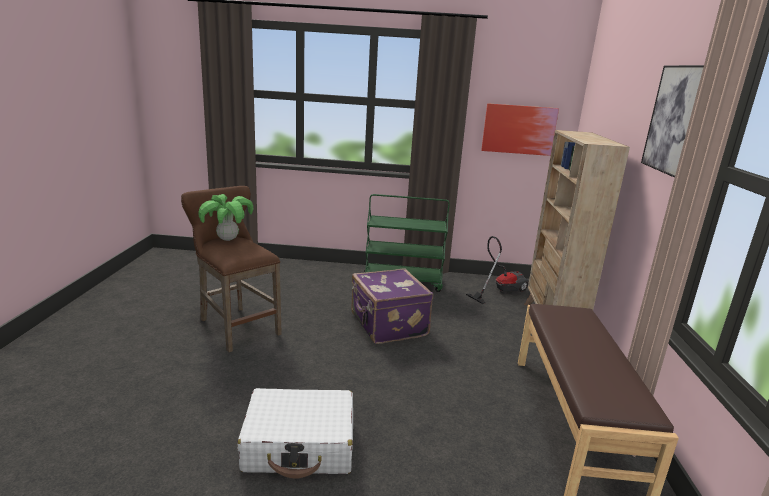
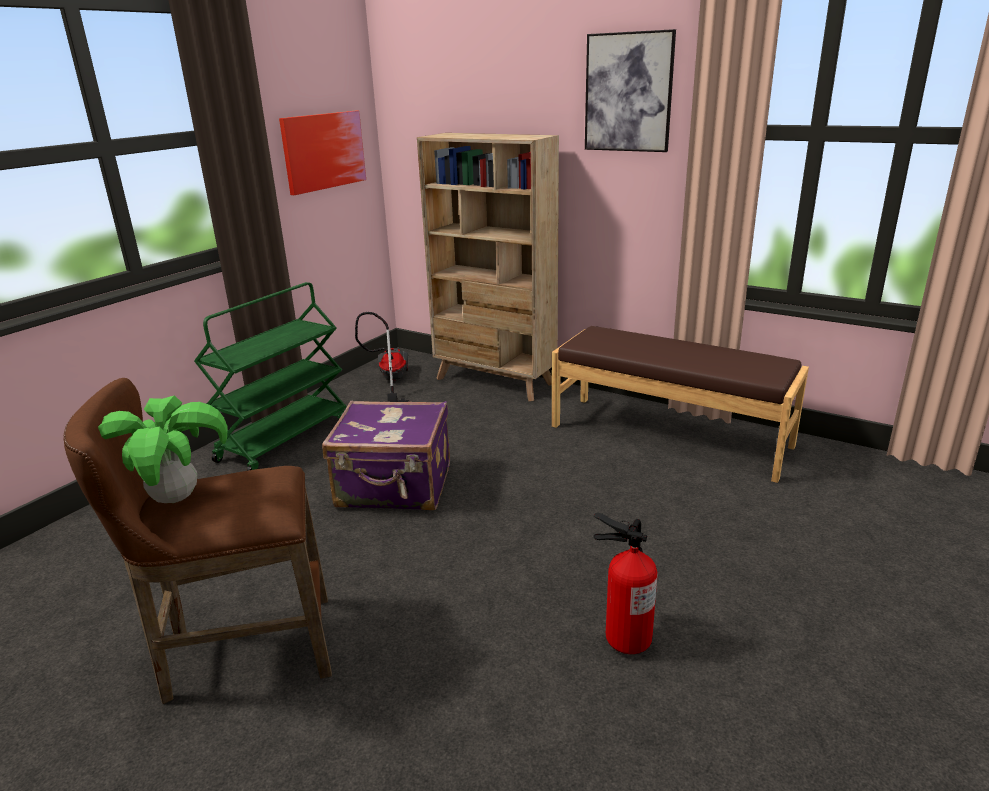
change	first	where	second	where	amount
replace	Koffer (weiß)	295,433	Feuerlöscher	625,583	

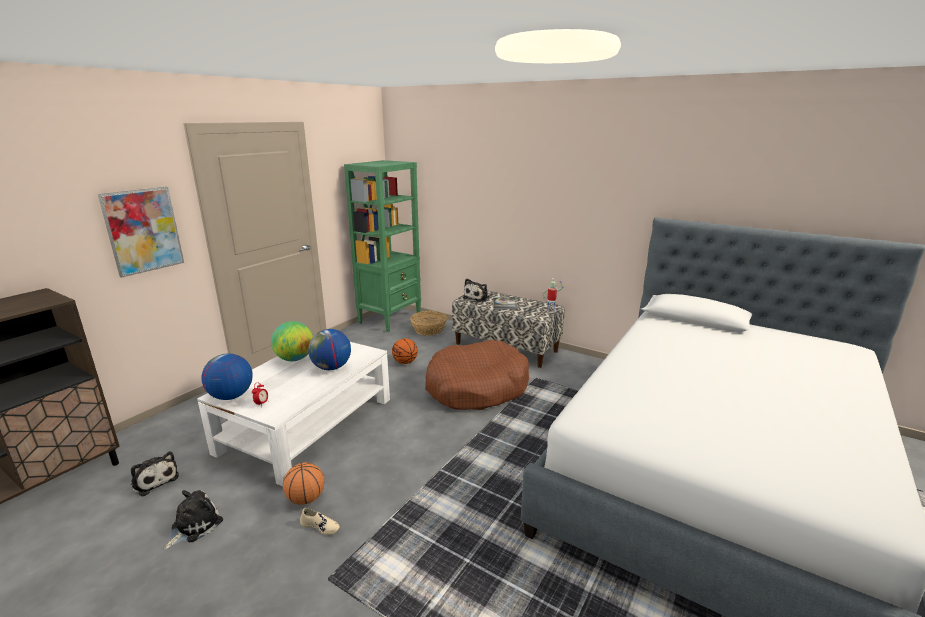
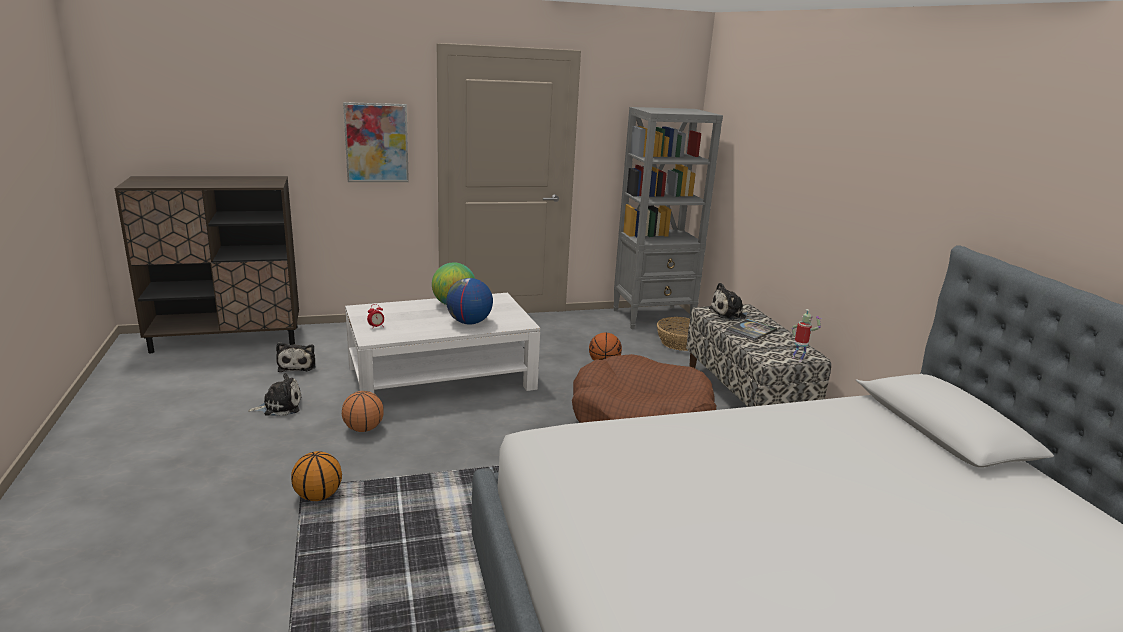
change	first	where	second	where	amount
recolor	Bücherregal (grün)	382,246	Bücherregal (grau)	668,218	
delete	Globus	227,376			
delete	Schuh (beige)	320,521			
insert			Basketball	316,476	

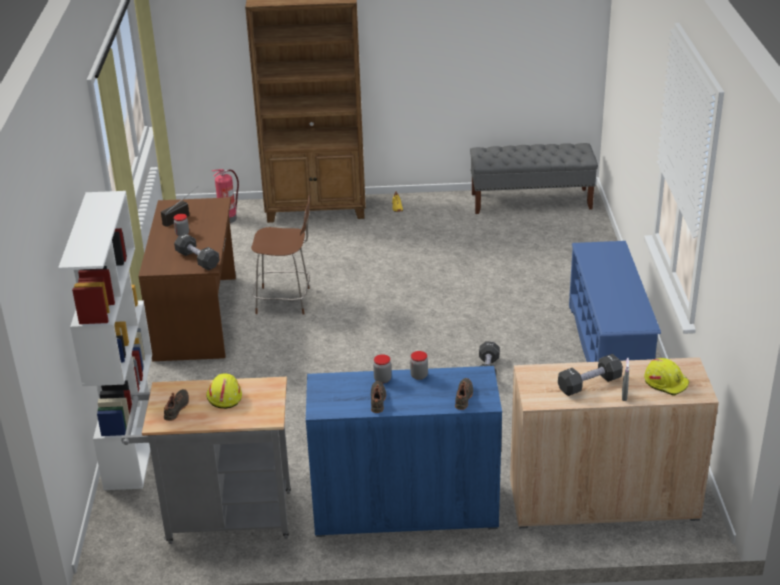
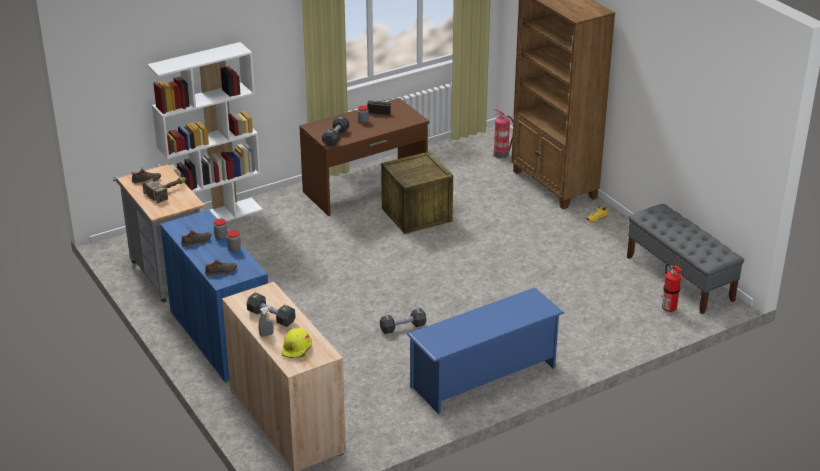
change	first	where	second	where	amount
replace	Stuhl (braun)	280,255	Kiste	417,193	
replace	Schutzhelm (gelb)	224,391	Hammer	164,190	
insert			Feuerlöscher	671,287	

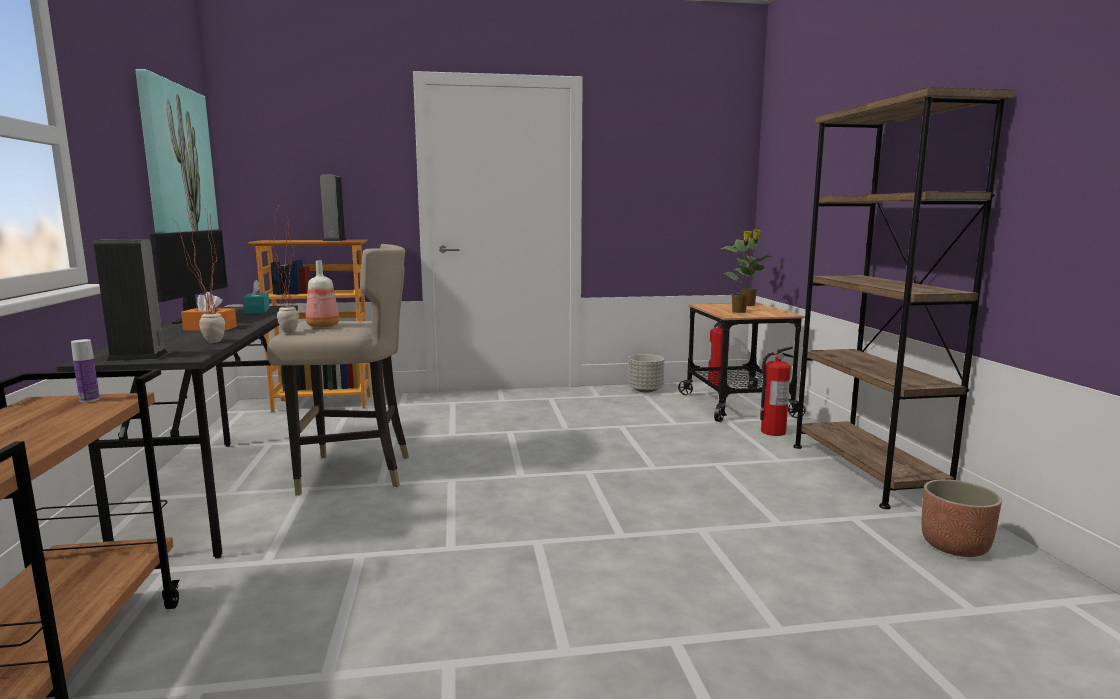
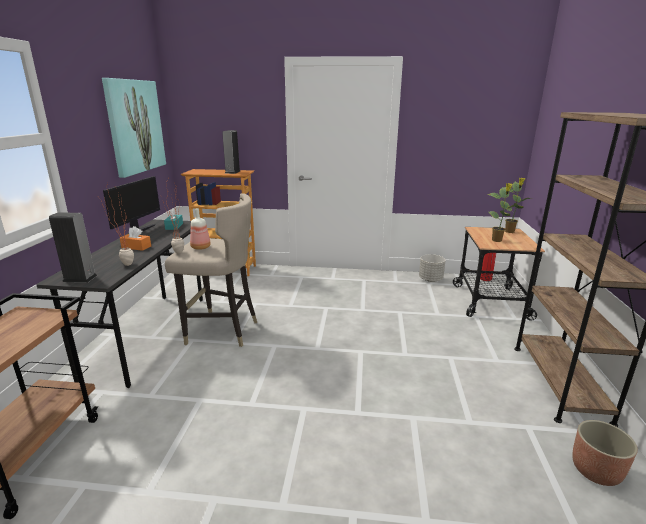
change	first	where	second	where	amount
delete	Flasche	85,371			
delete	Feuerlöscher	776,391			

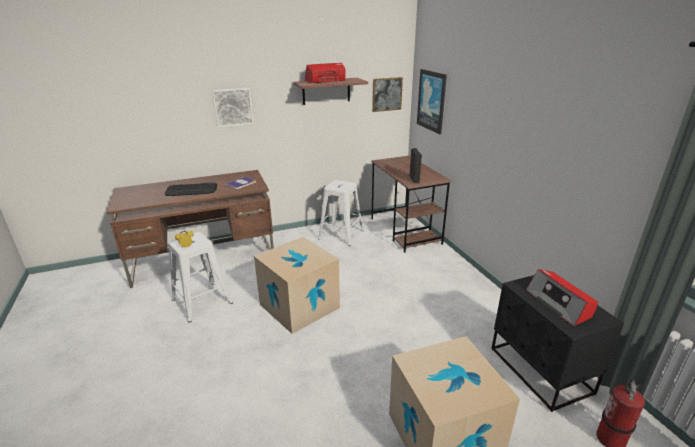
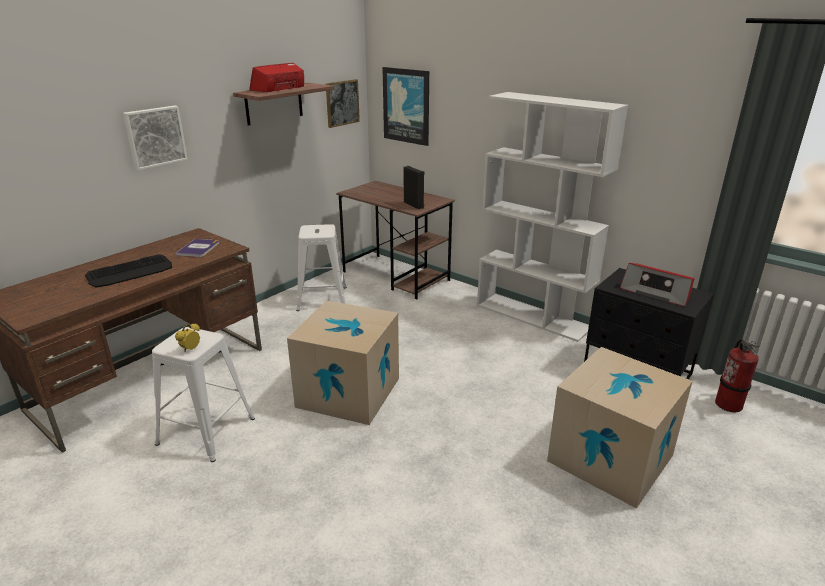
change	first	where	second	where	amount
insert			Bücherregal (weiß)	552,217	

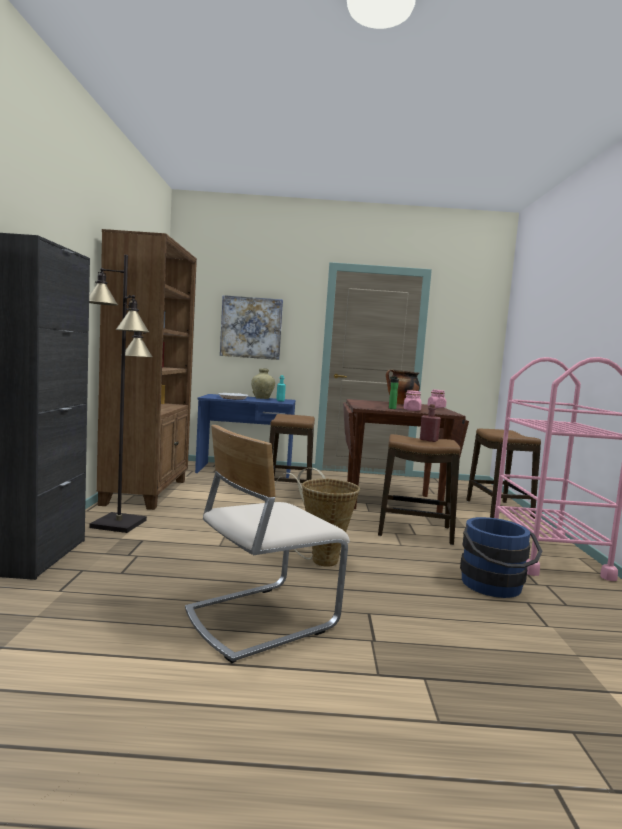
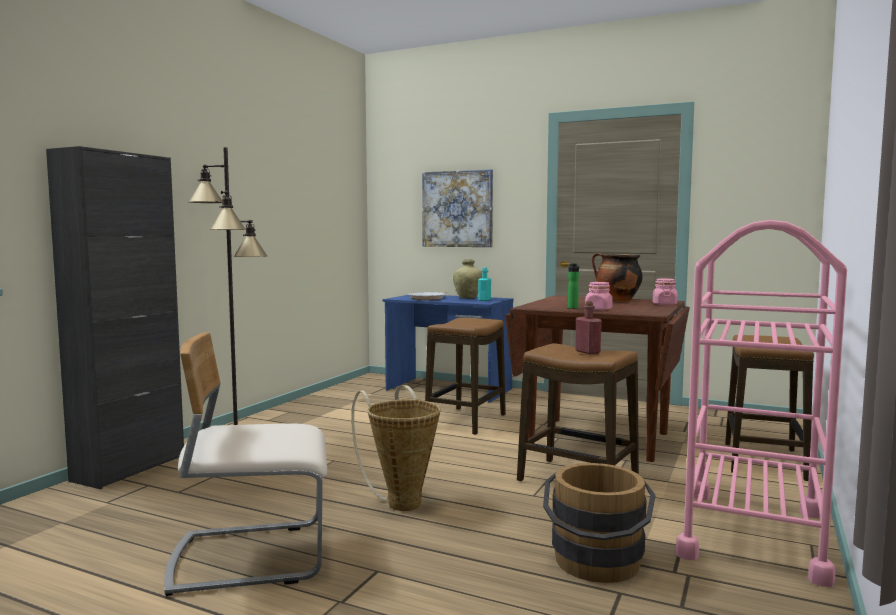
change	first	where	second	where	amount
delete	Bücherregal (braun)	147,369			
recolor	Eimer (blau)	501,557	Eimer (braun)	599,523	

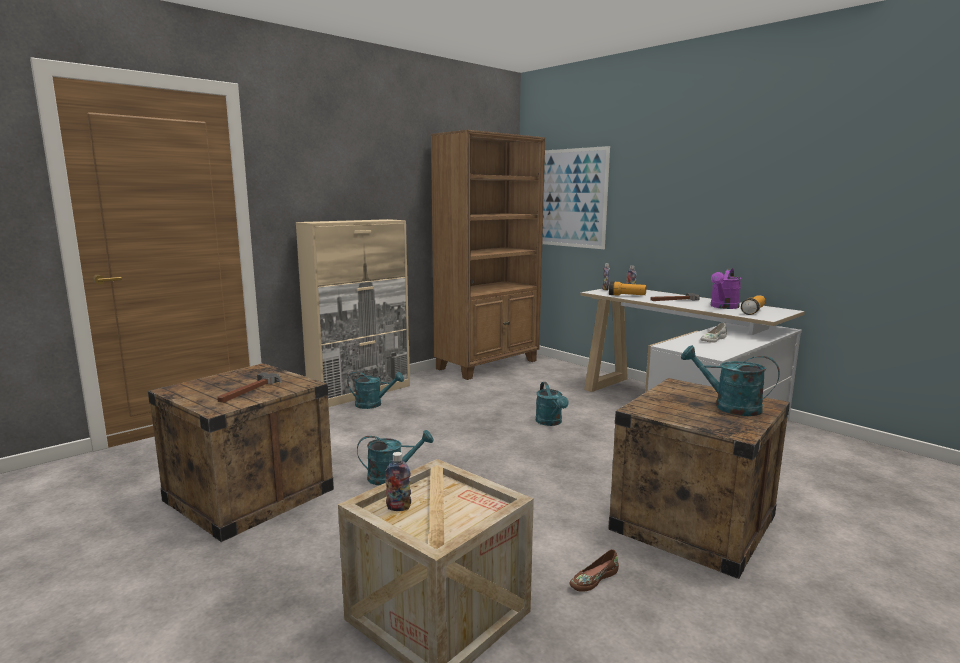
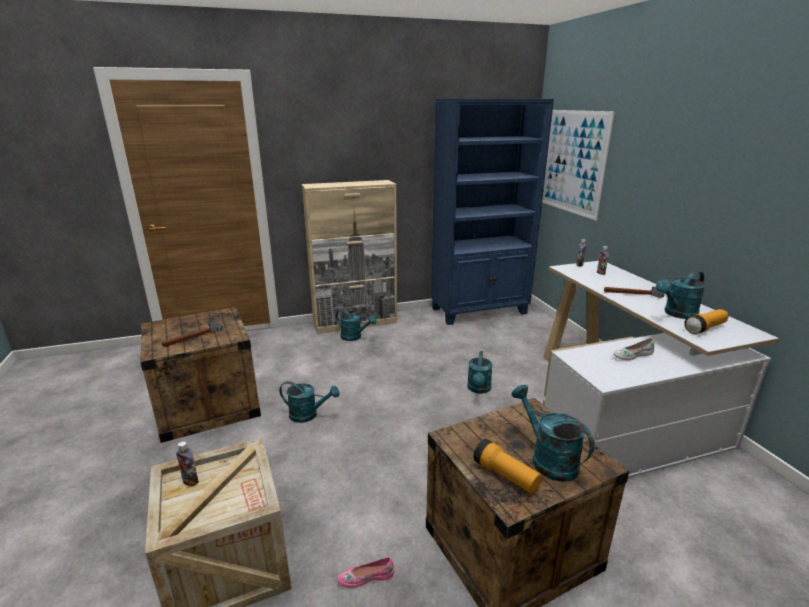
change	first	where	second	where	amount
recolor	Bücherregal (braun)	488,255	Bücherregal (blau)	492,212	
recolor	Gießkanne (lila)	726,288	Gießkanne (türkis)	681,295	
move	Taschenlampe	628,288		507,466	
recolor	Schuh (braun)	594,570	Schuh (rosa)	366,572	

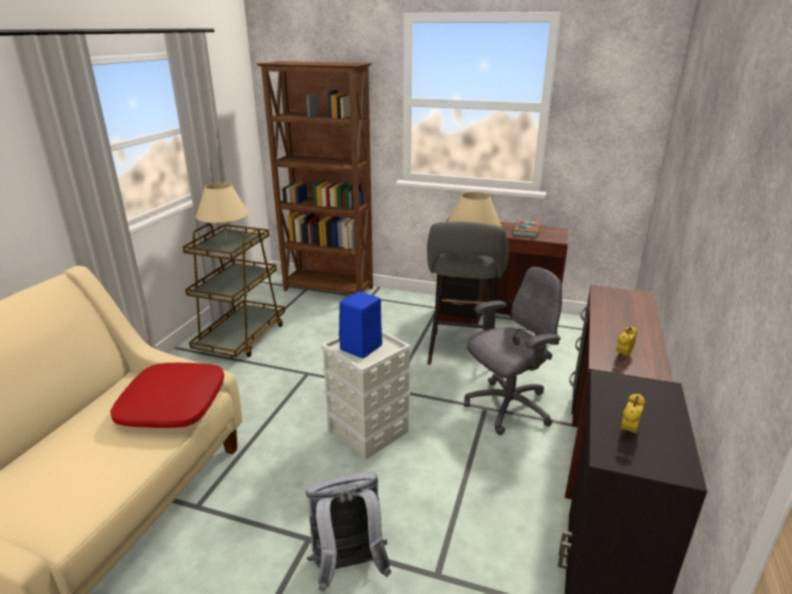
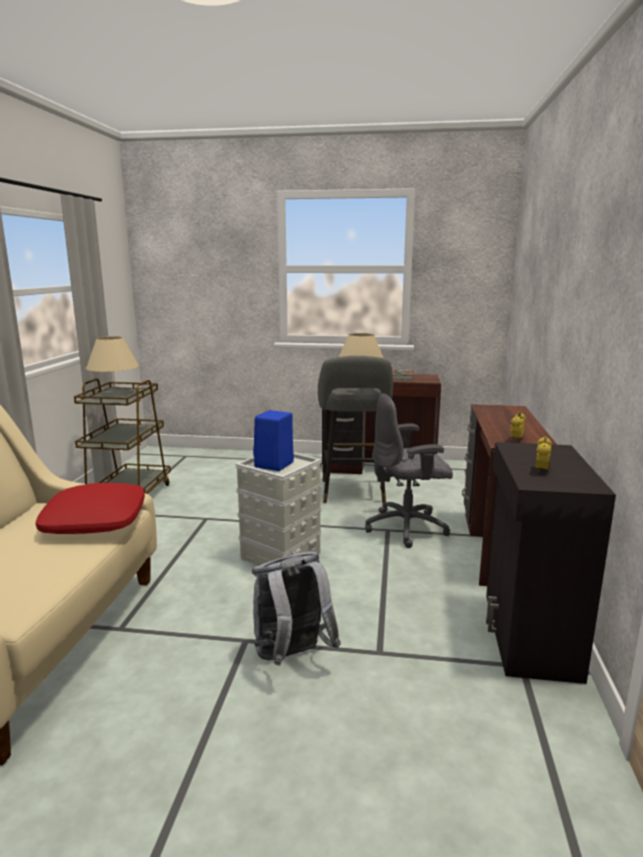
change	first	where	second	where	amount
delete	Bücherregal (braun)	314,177			
rotate	Bürostuhl (grau)	513,351		409,470	150 degrees counterclockwise

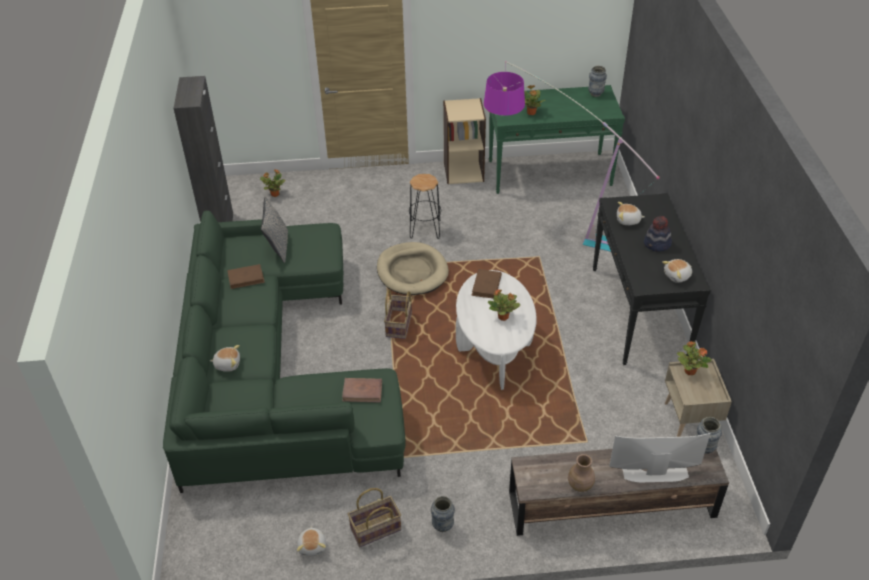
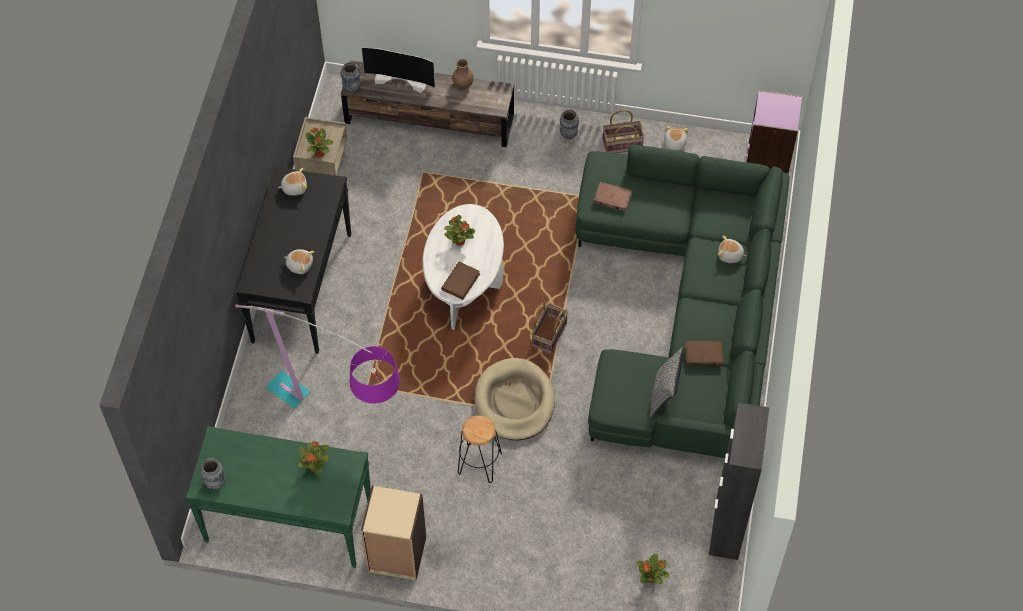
change	first	where	second	where	amount
delete	Hut	658,234			
insert			Bücherregal (lila)	774,132	

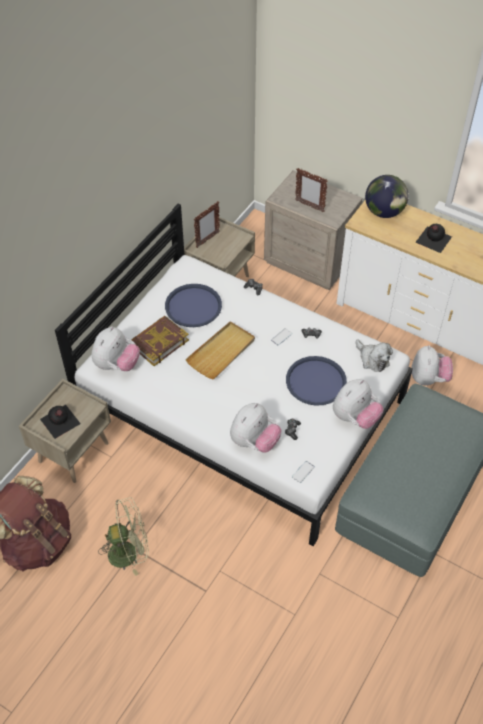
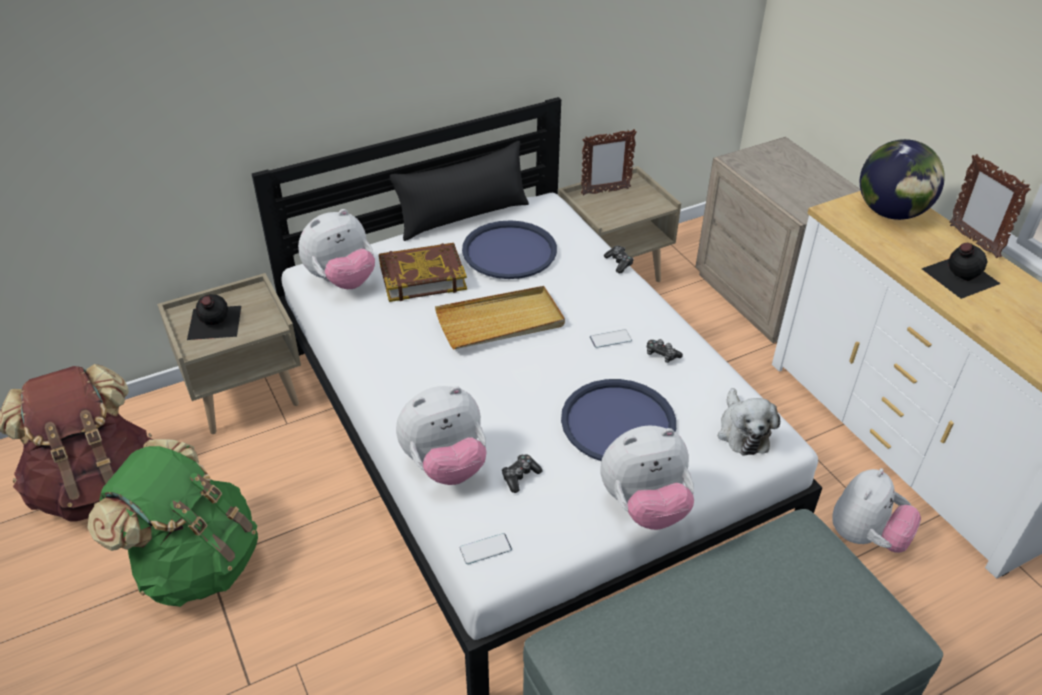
change	first	where	second	where	amount
move	Bilderrahmen	311,190		990,206	
replace	Ventilator (grün)	123,536	Rucksack (grün)	172,523	
insert			Kissen (schwarz)	459,191	

